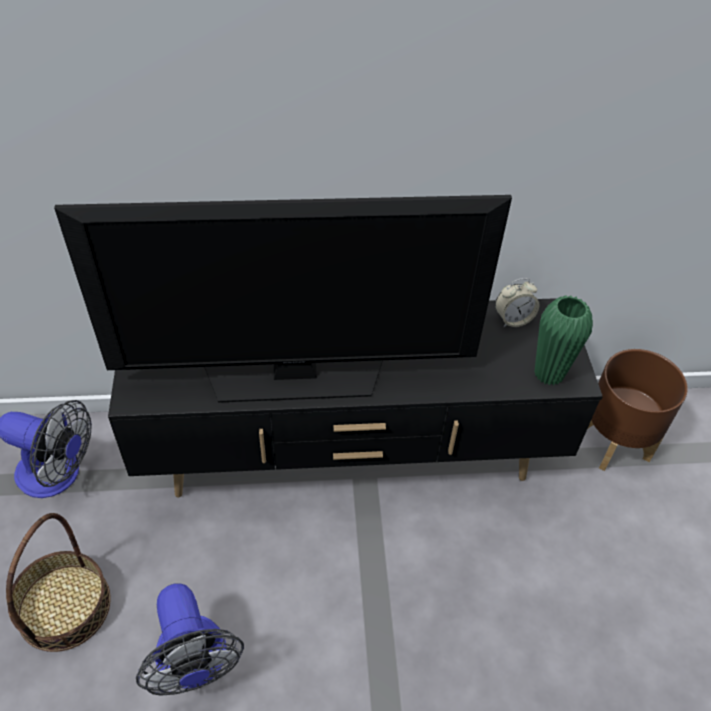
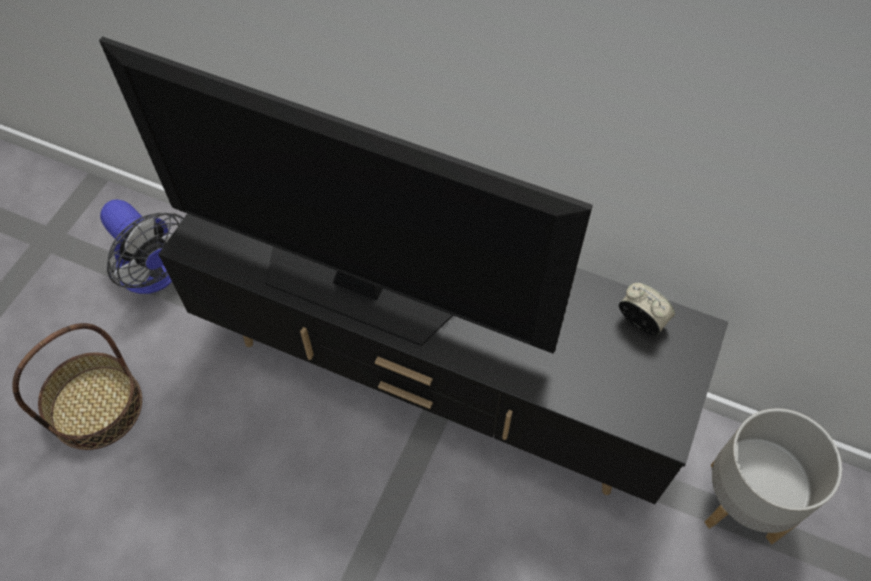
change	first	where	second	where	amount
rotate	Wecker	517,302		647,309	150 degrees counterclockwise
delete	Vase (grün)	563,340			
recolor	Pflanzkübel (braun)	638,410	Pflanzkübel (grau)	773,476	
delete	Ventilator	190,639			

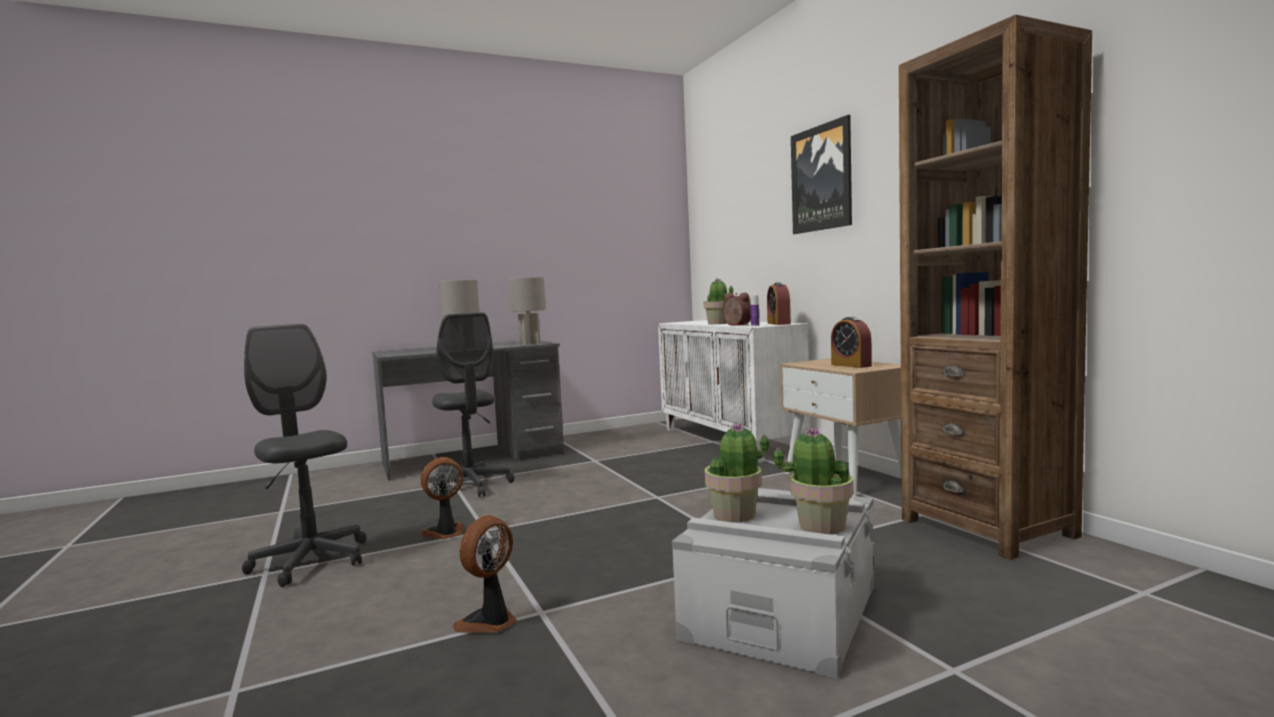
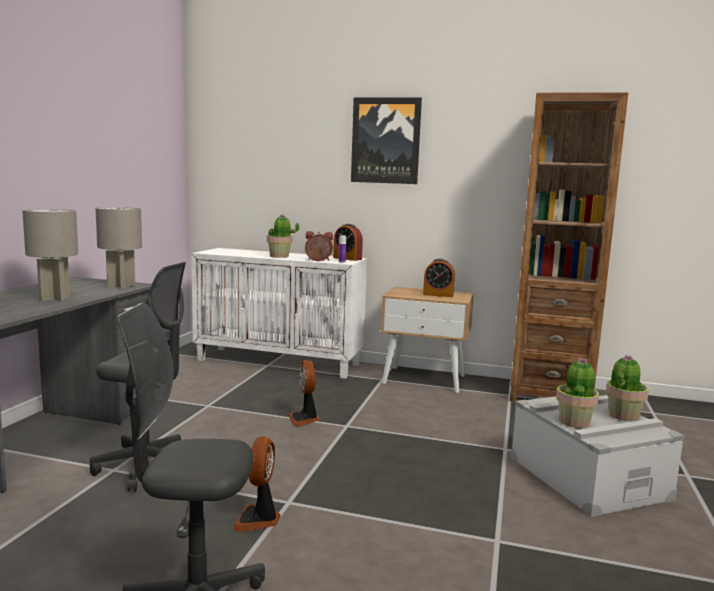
change	first	where	second	where	amount
move	Ventilator	485,574		304,393	

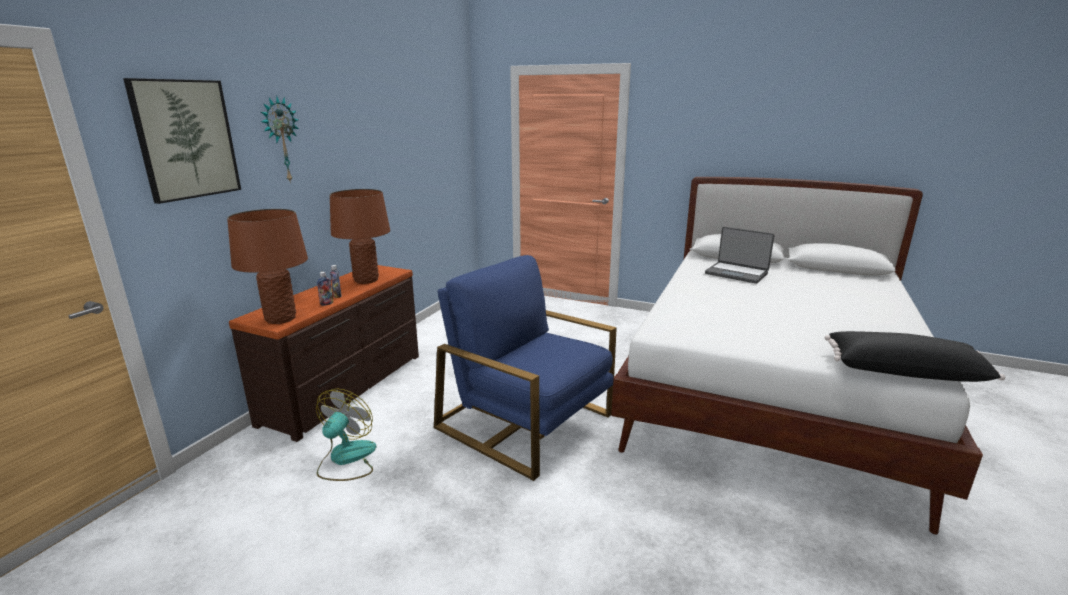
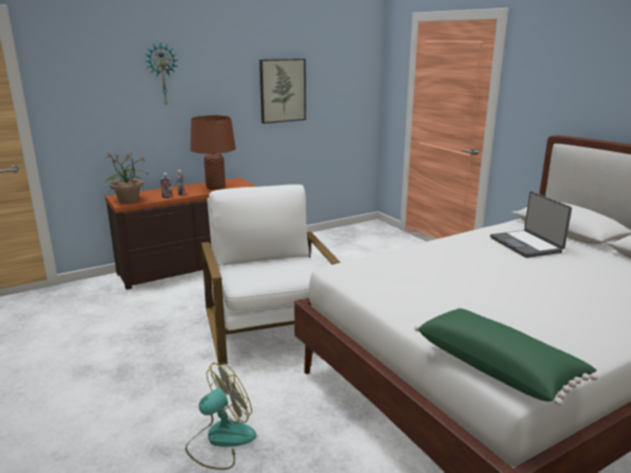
change	first	where	second	where	amount
move	Bild	182,141		283,91	
replace	Tischlampe (braun)	267,266	Topfpflanze	127,178	
recolor	Sessel (blau)	525,368	Sessel (weiß)	271,274	
recolor	Kissen (schwarz)	914,356	Kissen (grün)	506,357	
move	Ventilator	346,435		220,416	

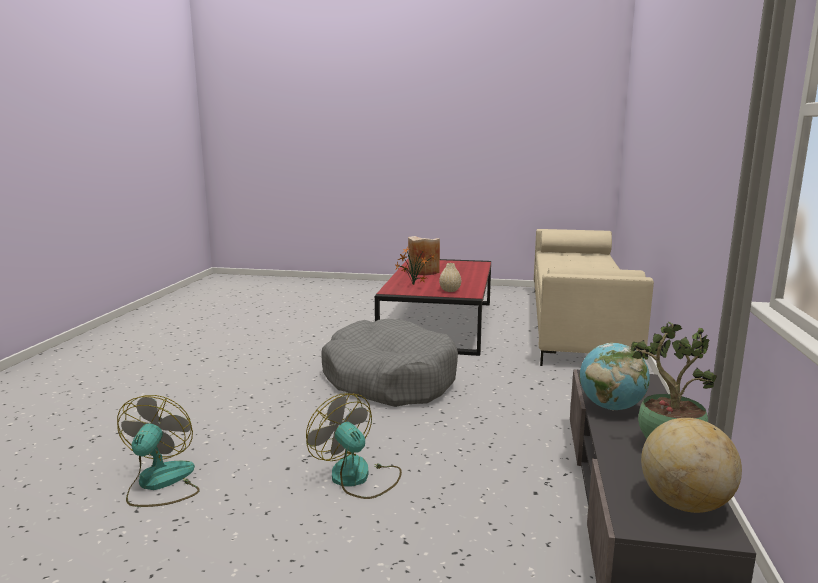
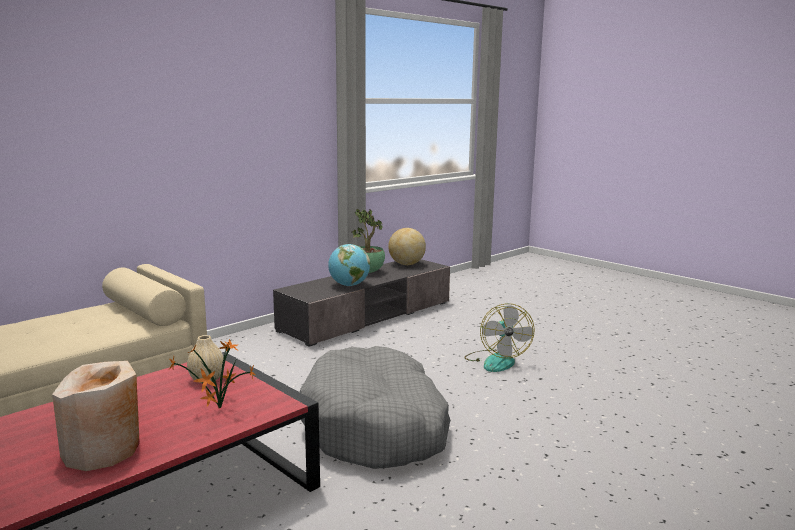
change	first	where	second	where	amount
delete	Ventilator	158,451			

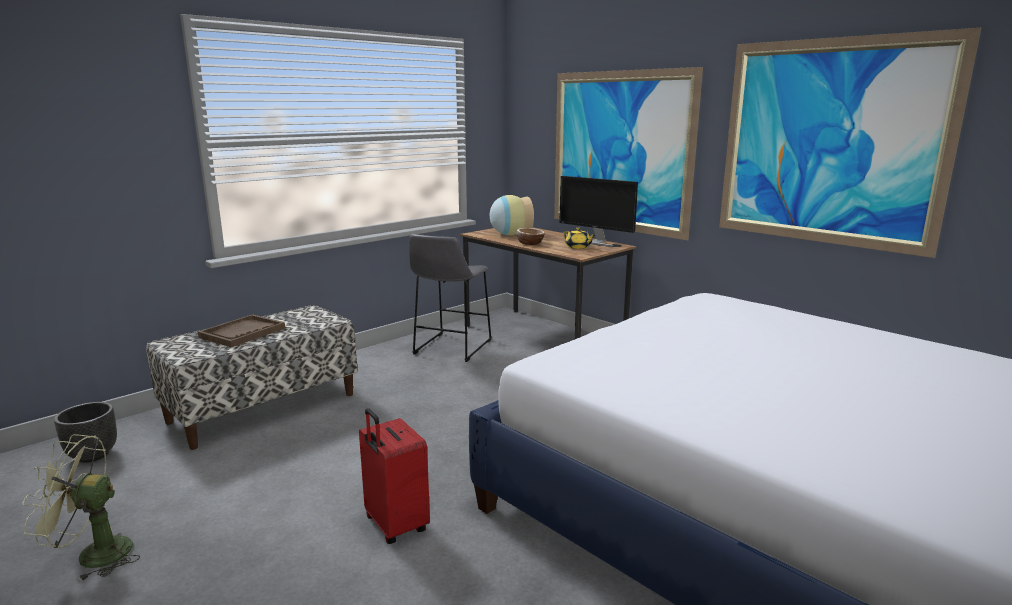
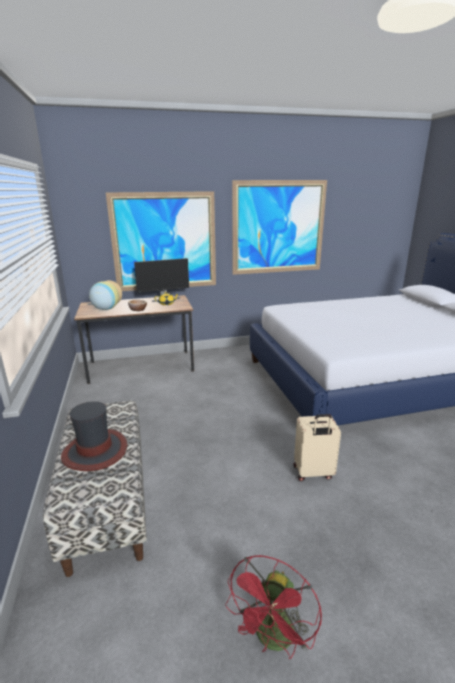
change	first	where	second	where	amount
delete	Hocker (grau)	450,298			
replace	Tablett (braun)	241,330	Hut	94,436	
delete	Pflanzkübel (schwarz)	85,432			
recolor	Koffer (rot)	394,476	Koffer (beige)	317,447	
recolor	Ventilator (grün)	81,508	Ventilator (rot)	273,607	

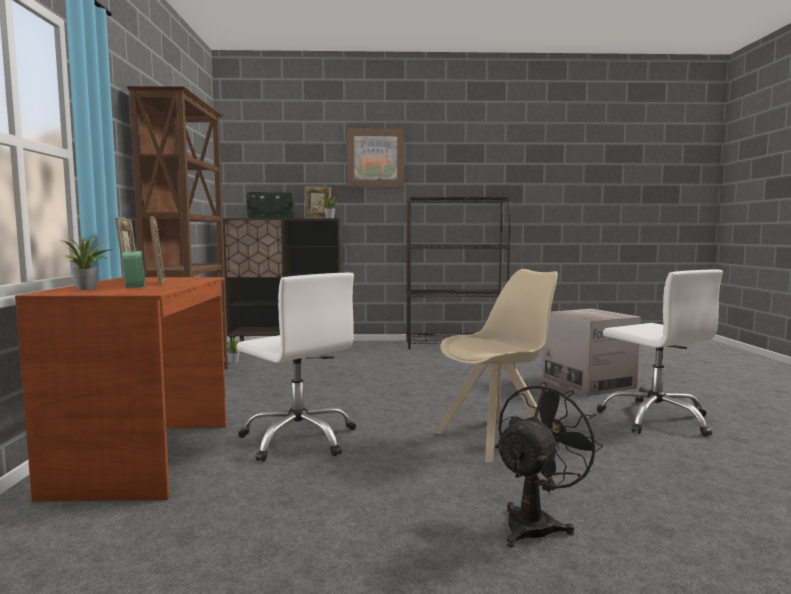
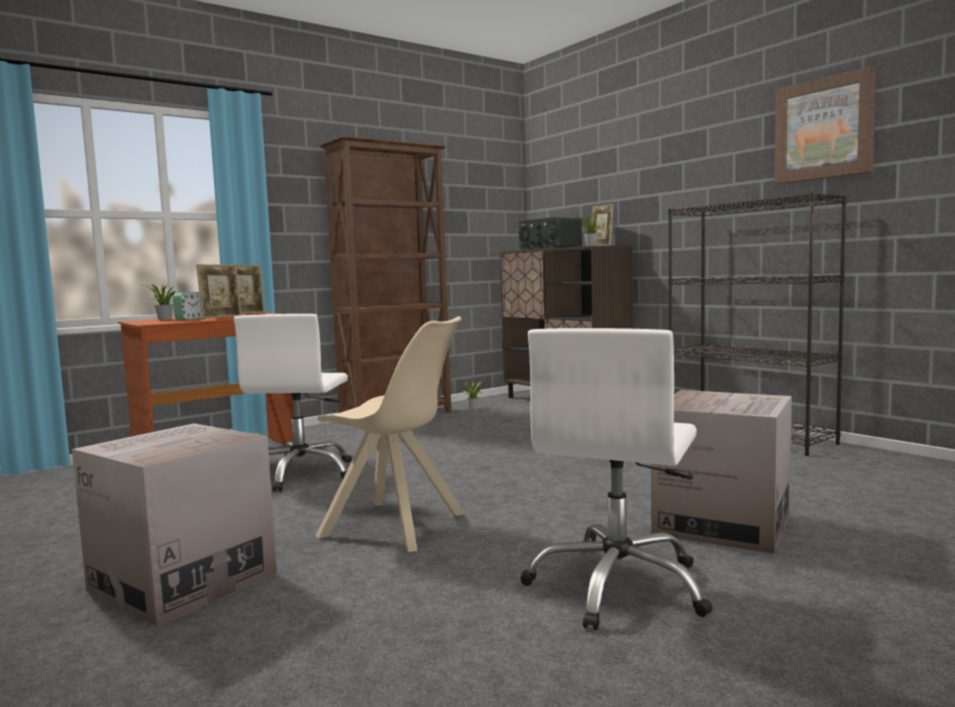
change	first	where	second	where	amount
move	Bild	375,157		825,125	
replace	Ventilator (schwarz)	549,464	Karton	174,524	

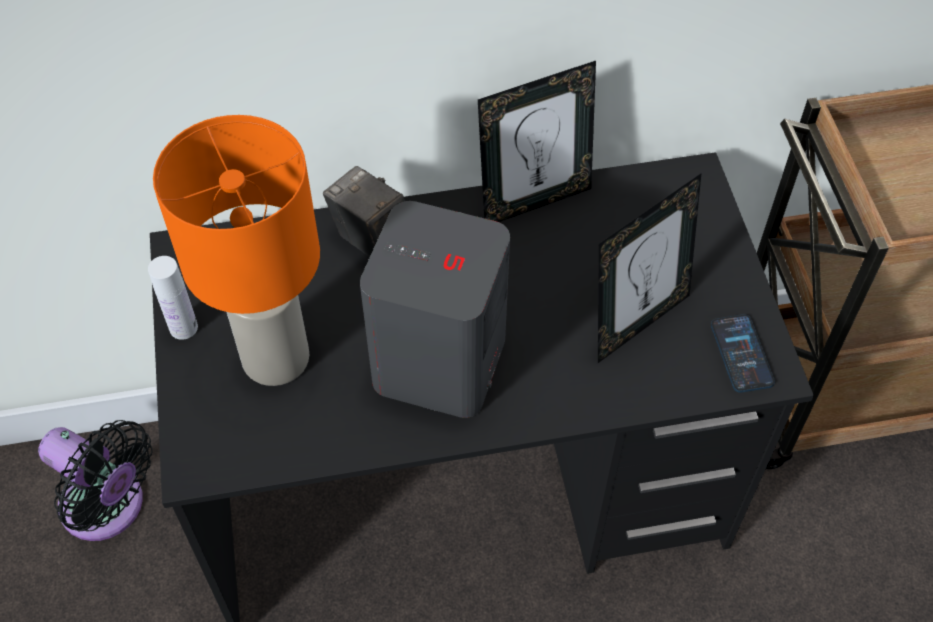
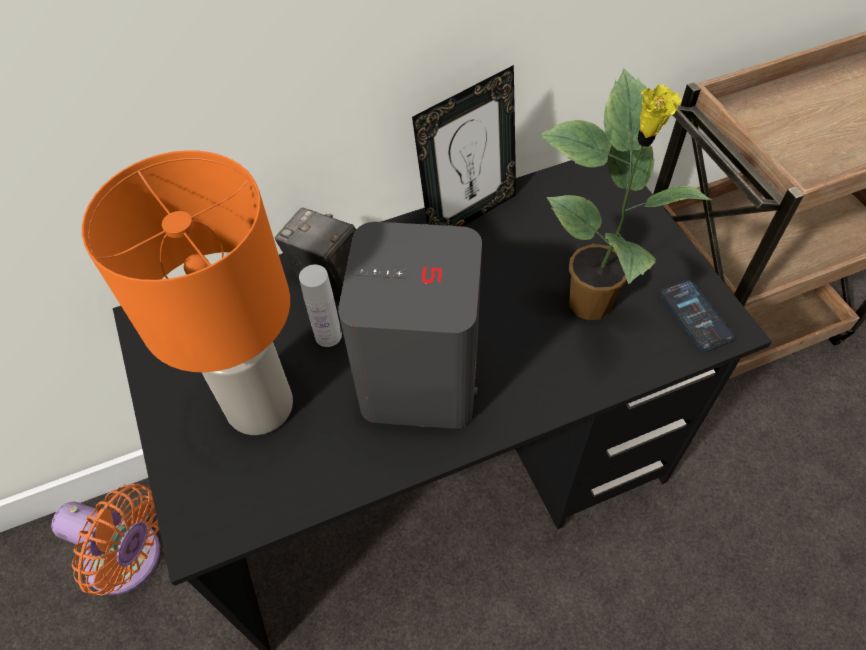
change	first	where	second	where	amount
replace	Bilderrahmen	649,268	Topfpflanze	625,194	
move	Flasche (weiß)	173,298		320,306	
recolor	Ventilator (schwarz)	95,480	Ventilator (orange)	105,539	

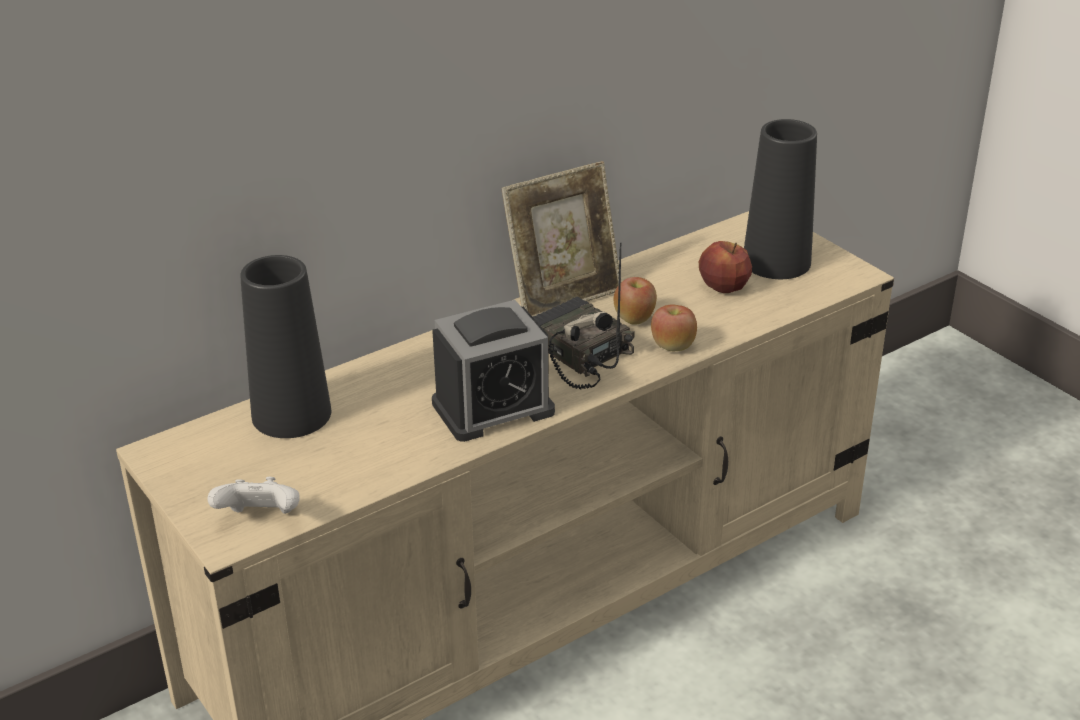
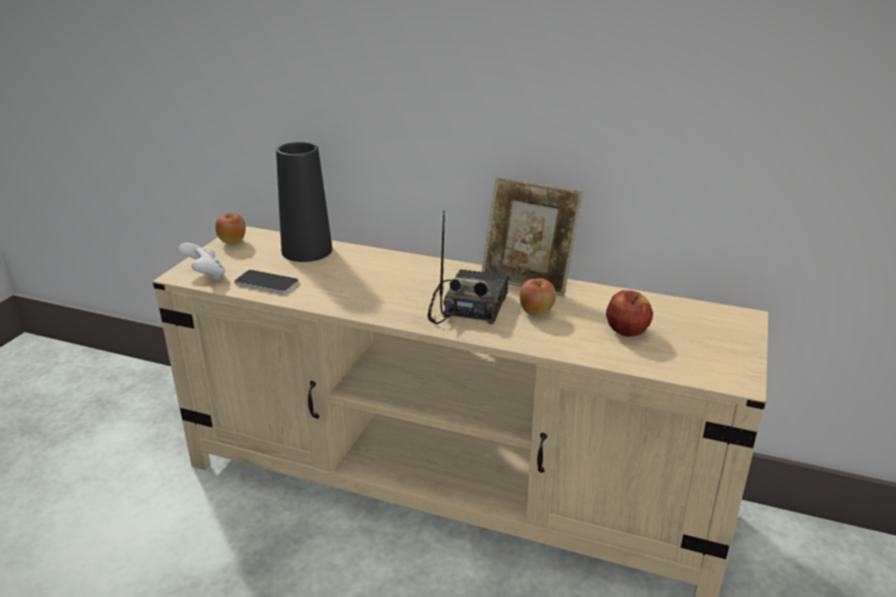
change	first	where	second	where	amount
delete	Vase (schwarz)	780,199			
delete	Wecker	493,371			
move	Apfel	674,327		230,229	
insert			Handy	266,282	

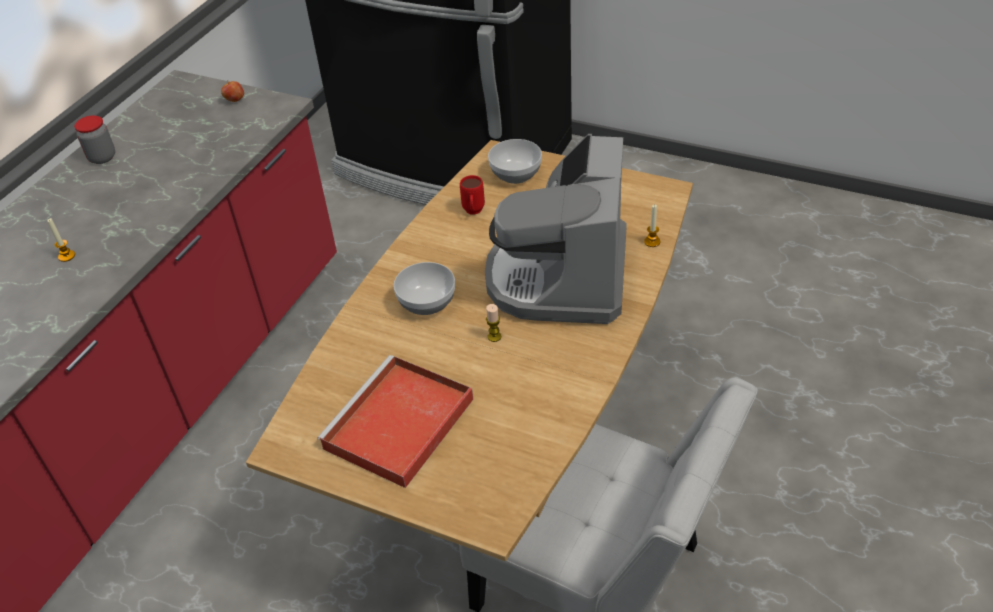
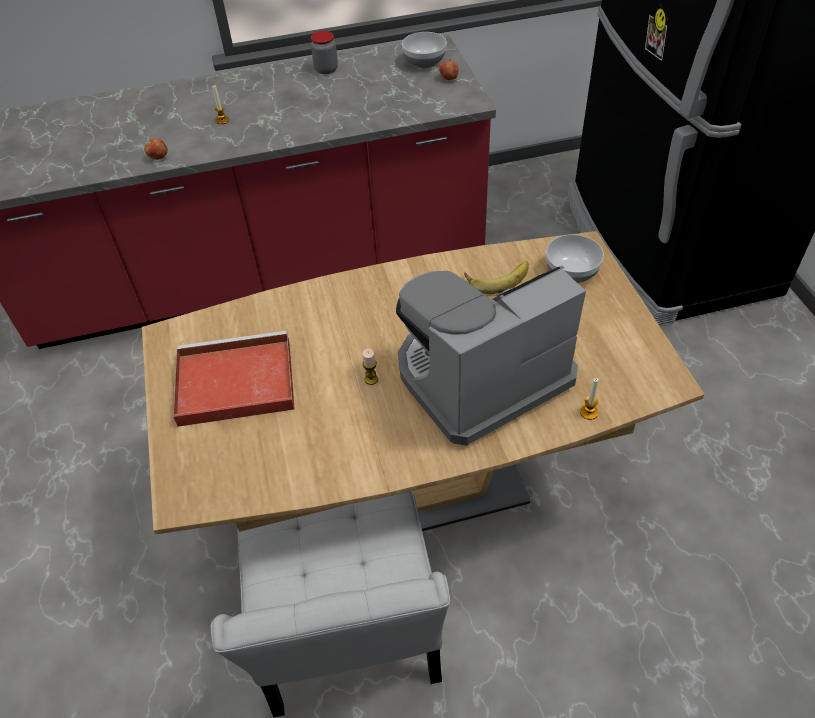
change	first	where	second	where	amount
replace	Henkelbecher (rot)	472,195	Banane	496,277	
move	Schüssel	424,288		424,50	
insert			Apfel	156,149	

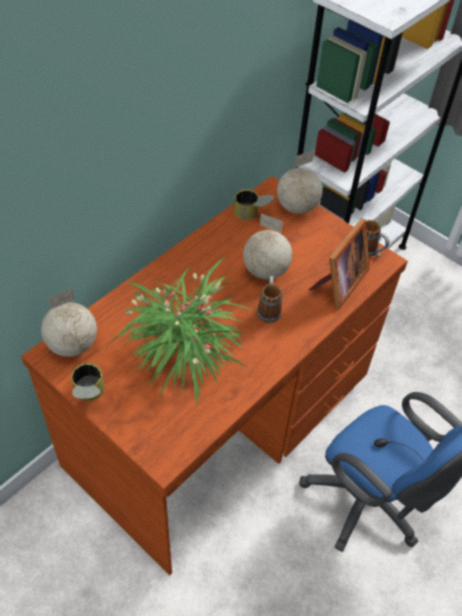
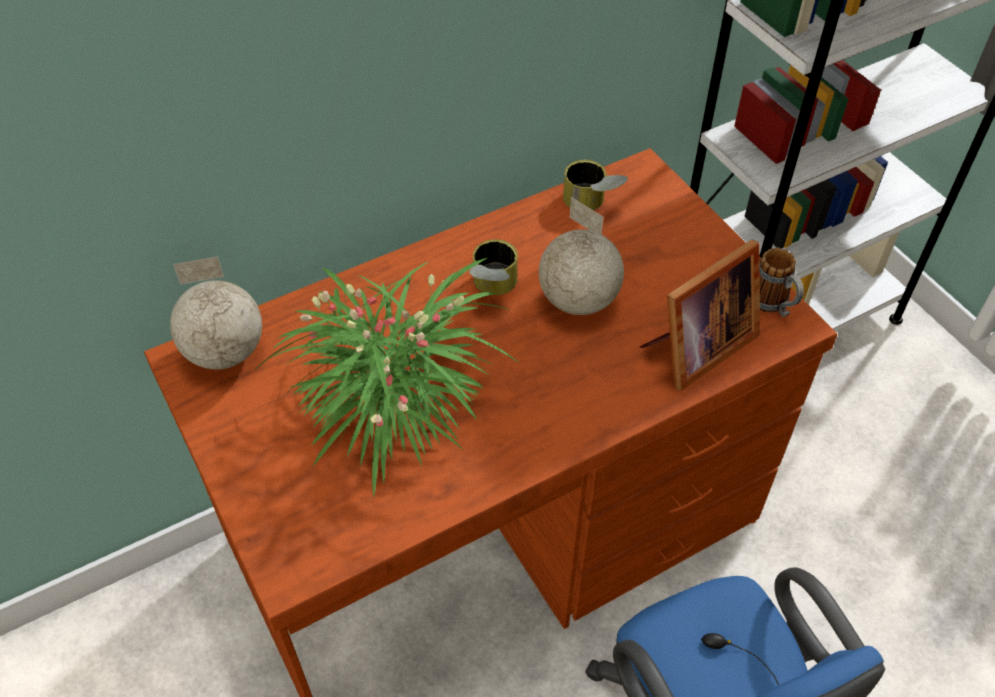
change	first	where	second	where	amount
delete	Globus	300,182			
delete	Henkelbecher	269,299			
move	Dose	88,382		493,267	

